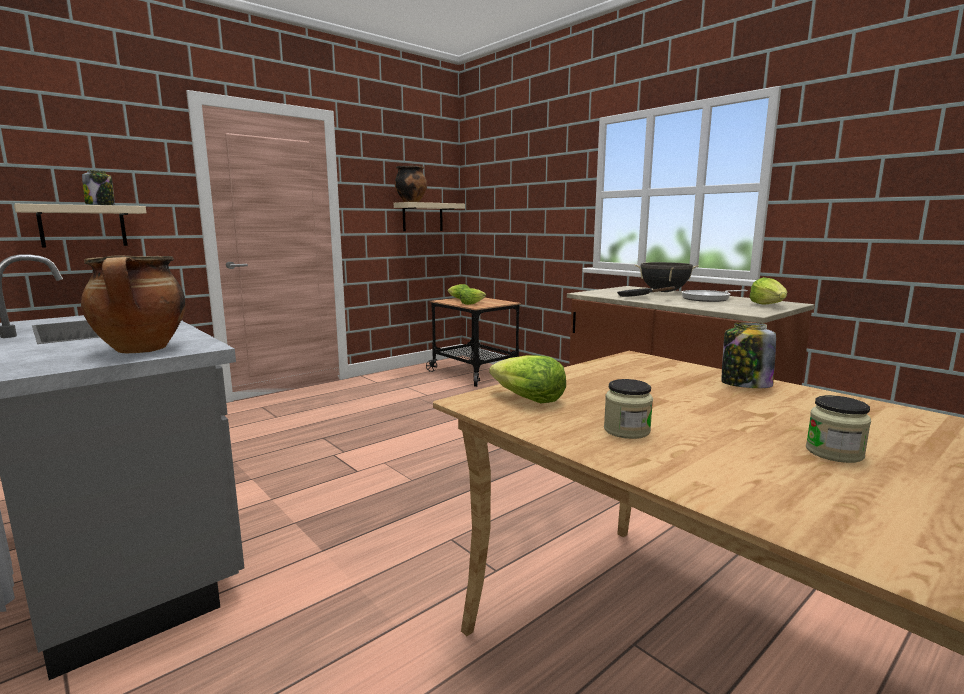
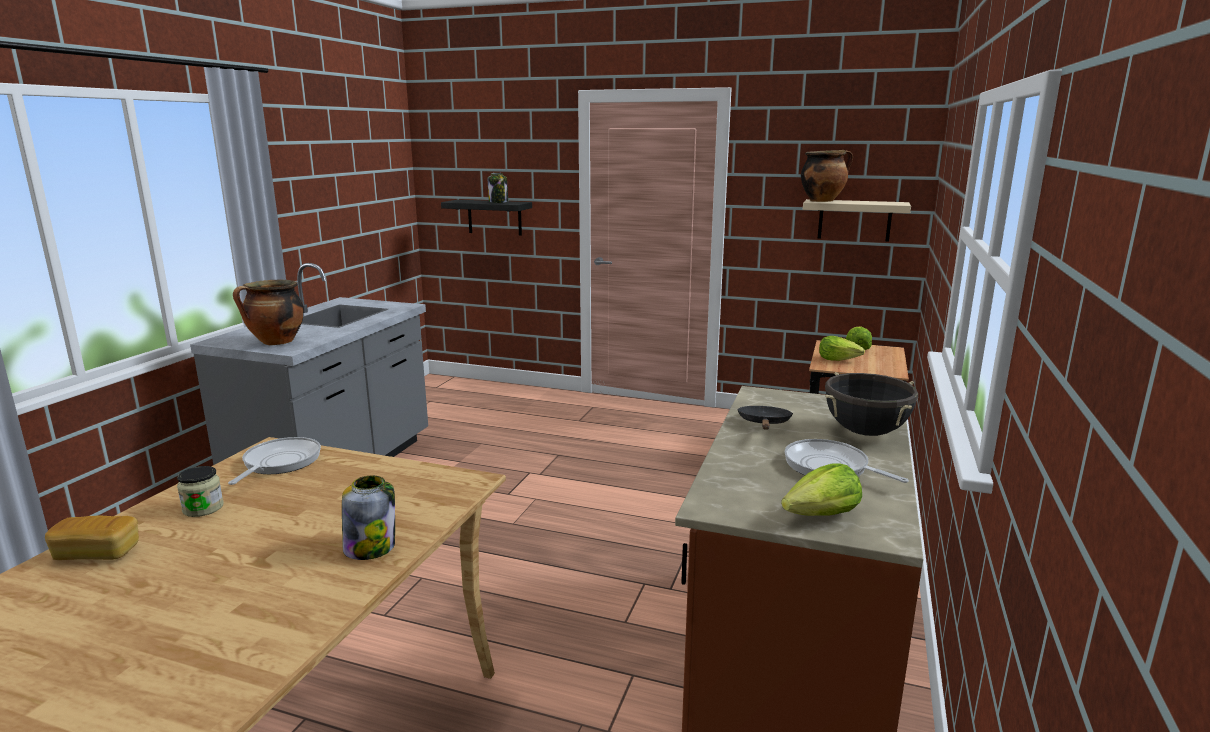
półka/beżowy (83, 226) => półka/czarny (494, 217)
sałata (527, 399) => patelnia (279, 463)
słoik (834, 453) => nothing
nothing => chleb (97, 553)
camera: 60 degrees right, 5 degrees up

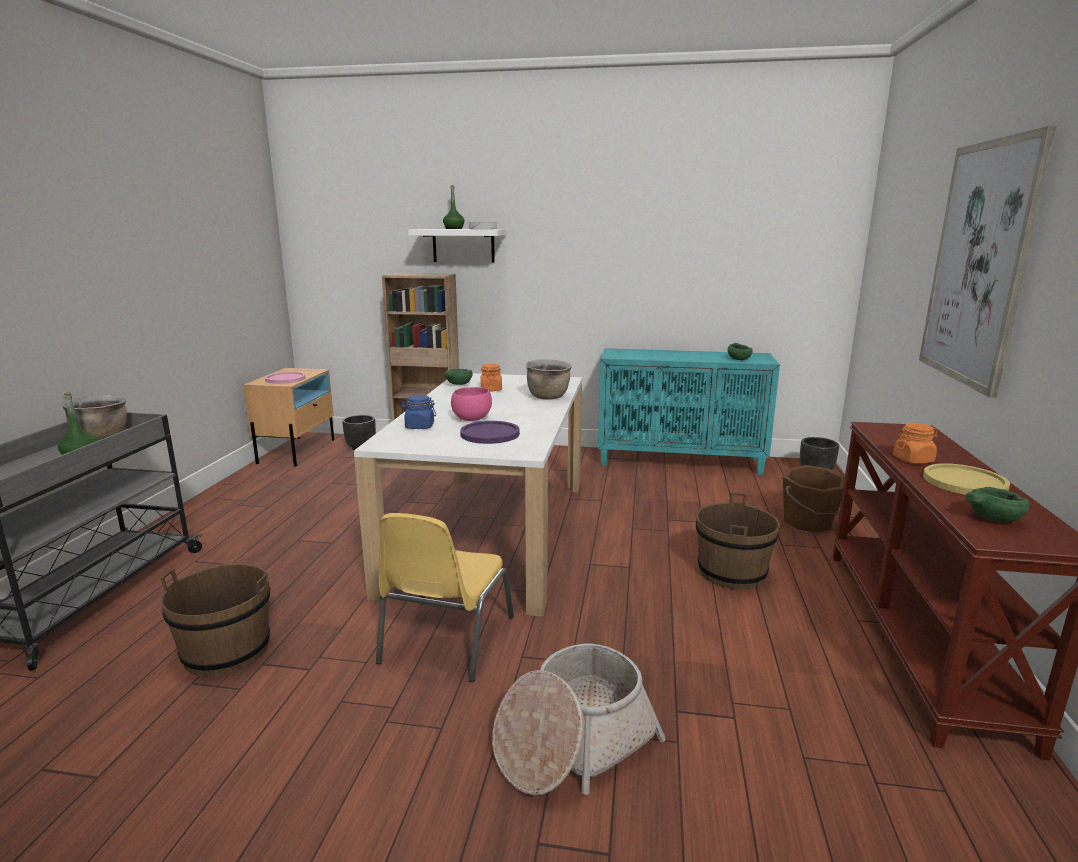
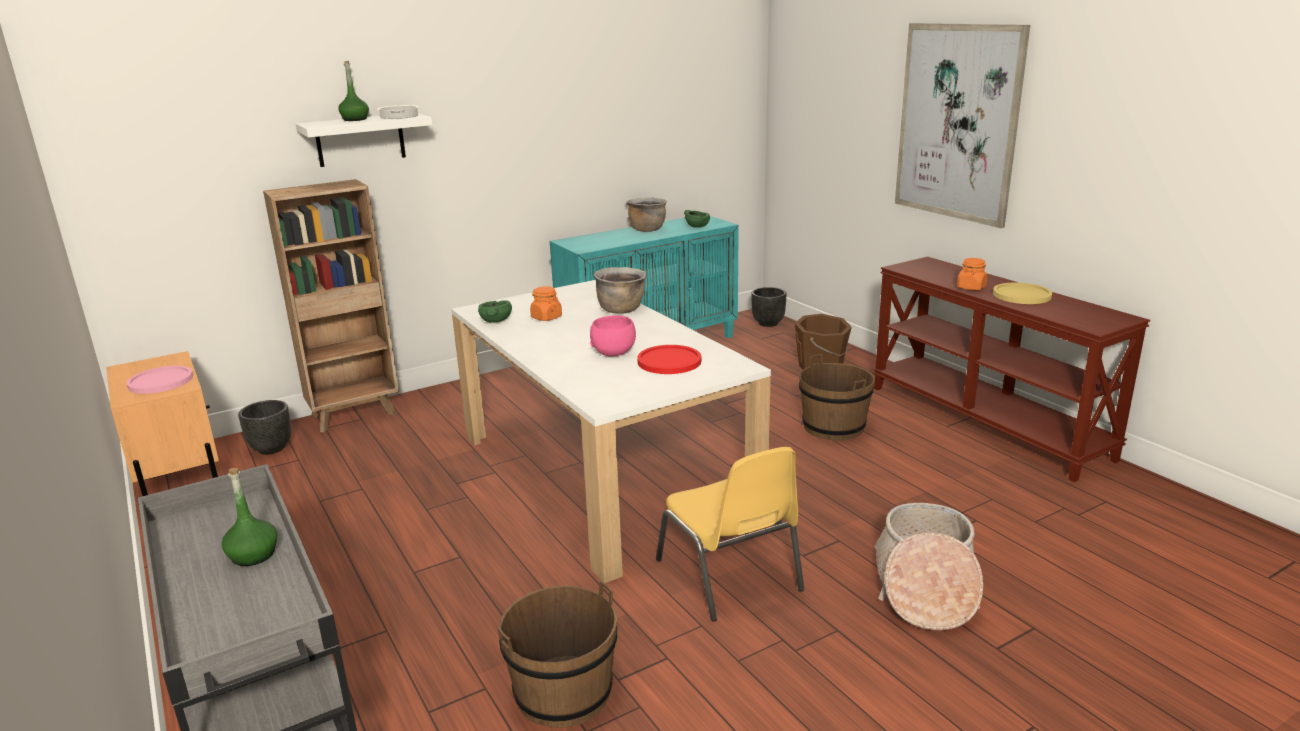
garnek/brązowy (102, 438) => garnek/brązowy (647, 229), relocated
słoik/niebieski (419, 426) => nothing
talerz/fioletowy (490, 434) => talerz/czerwony (669, 361)
miska/zielony (993, 518) => nothing
camera: 40 degrees left, 5 degrees up

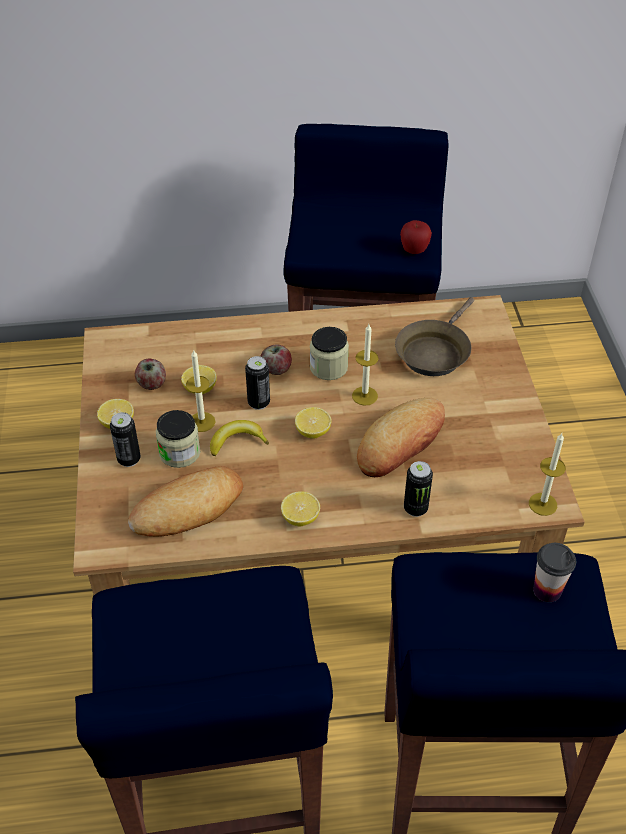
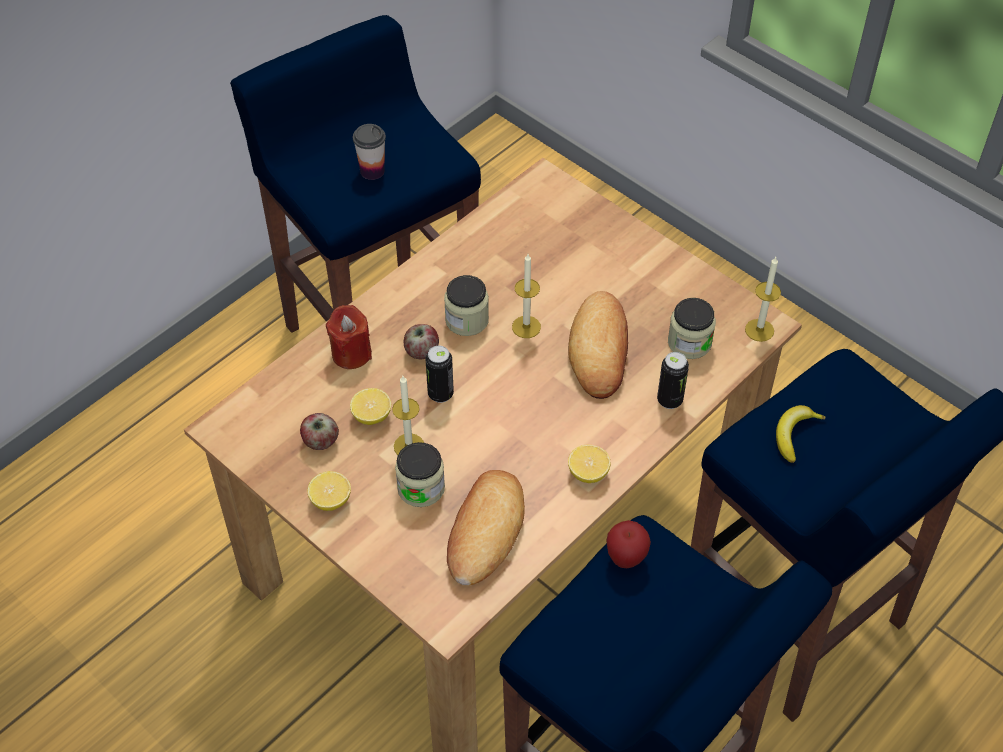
jabłko (414, 251) => jabłko (626, 558), relocated
patelnia/brązowy (434, 352) => nothing
cytryna (313, 432) => nothing
puszka (129, 459) => nothing
banan (237, 441) => banan (794, 435), relocated
filiżanka (547, 590) => filiżanka (372, 171), relocated
nothing => słoik (689, 343)
nothing => świeca/czerwony (351, 353)
camera: 40 degrees left, 5 degrees up

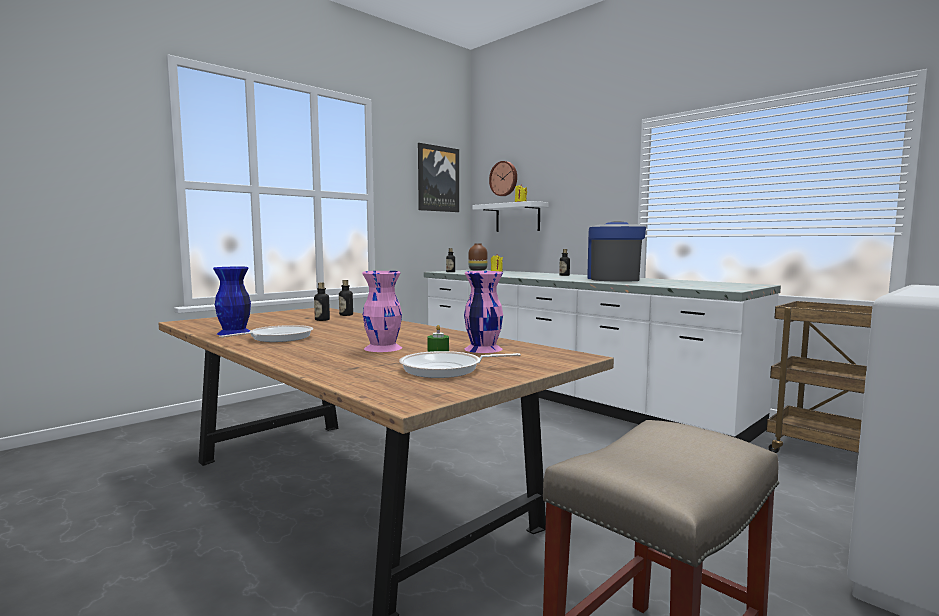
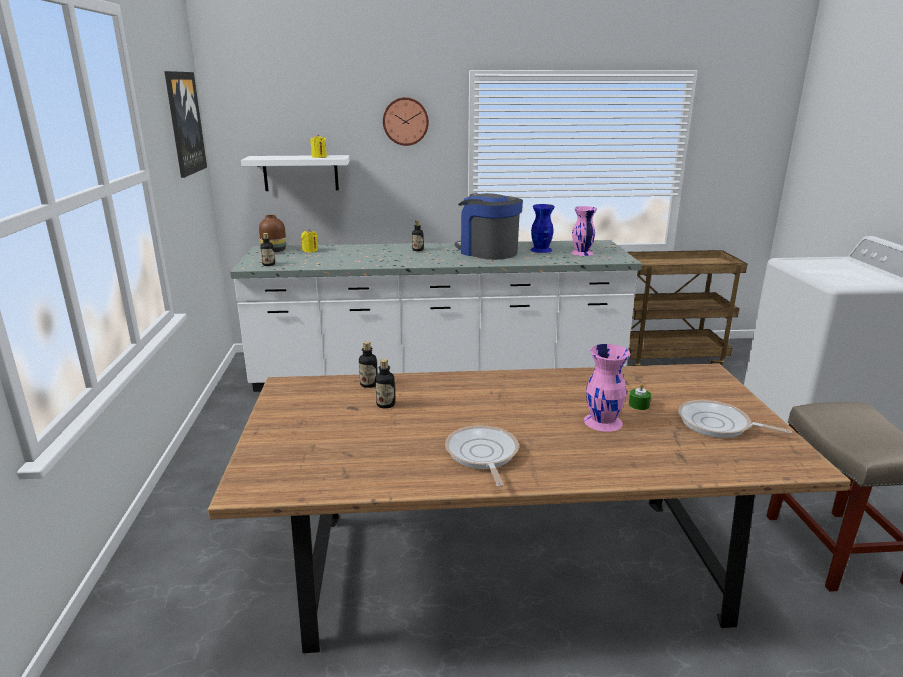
zegar ścienny (504, 178) => zegar ścienny (405, 121), relocated
wazon/niebieski (234, 333) => wazon/niebieski (541, 250), relocated
wazon/różowy (482, 348) => wazon/różowy (581, 253), relocated
patelnia (446, 369) => patelnia (717, 425), 90 degrees clockwise
camera: 50 degrees left, 15 degrees up

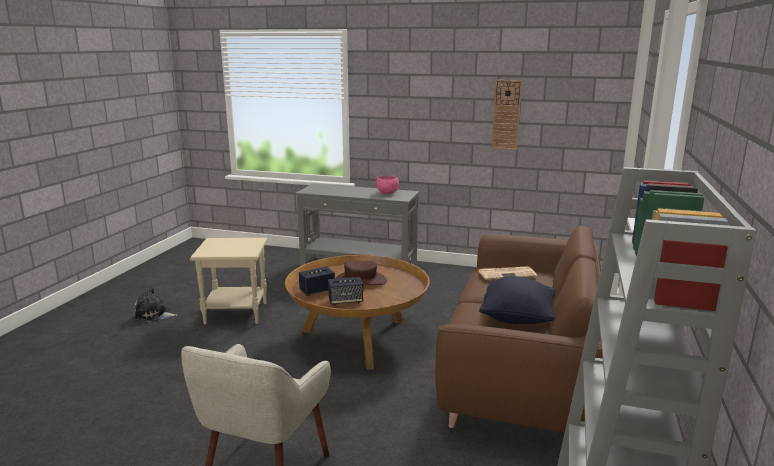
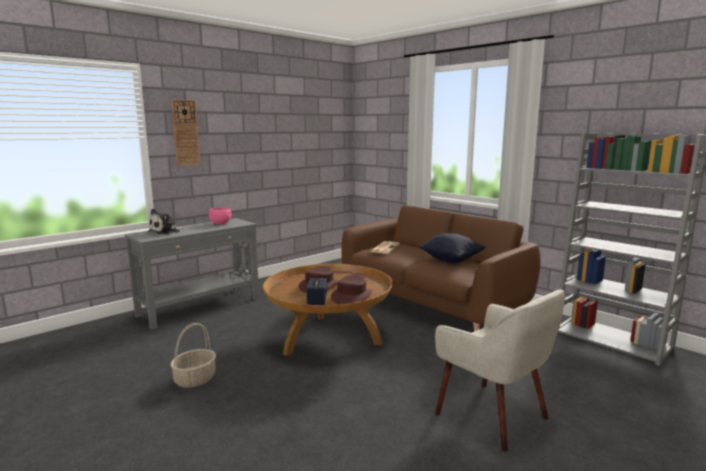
zegar ścienny (506, 115) => zegar ścienny (185, 133), relocated
stolik/beżowy (237, 313) => koszyk (195, 379)
głośnik (345, 301) => kapelusz/brązowy (351, 296)
pluszak (154, 315) => pluszak (166, 231), relocated
camera: 60 degrees left, 5 degrees down

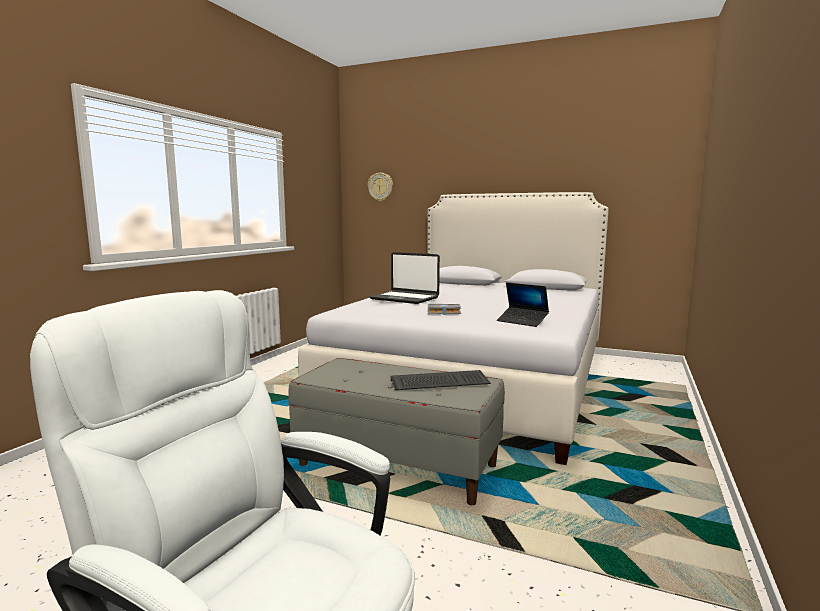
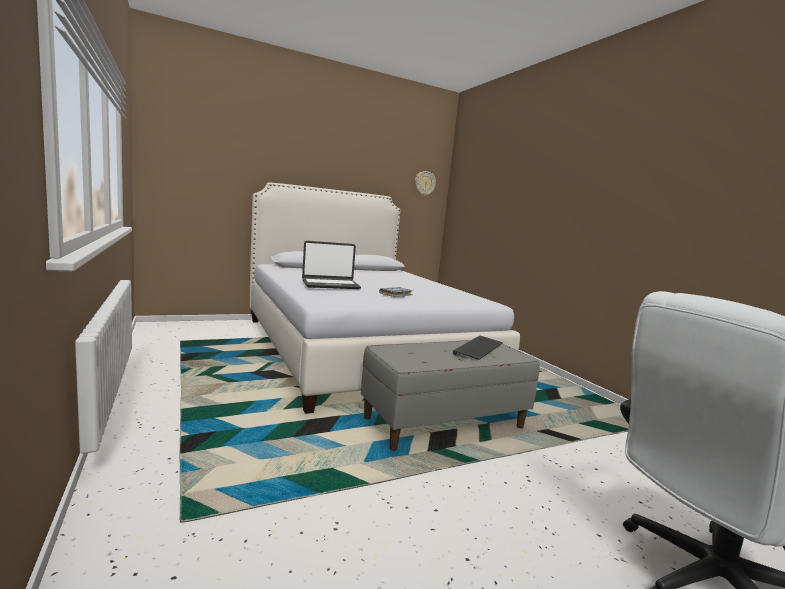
zegar ścienny (380, 187) => zegar ścienny (424, 183), relocated
laptop (522, 321) => nothing
camera: 50 degrees left, 0 degrees up

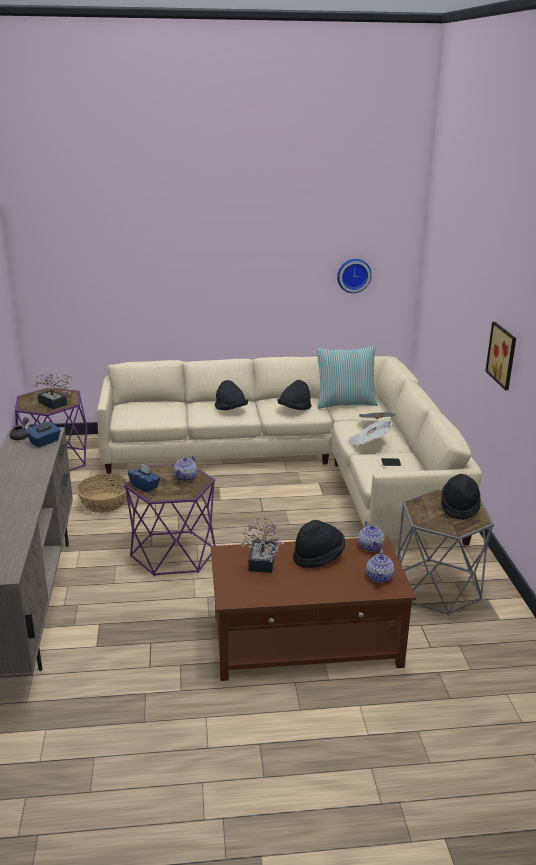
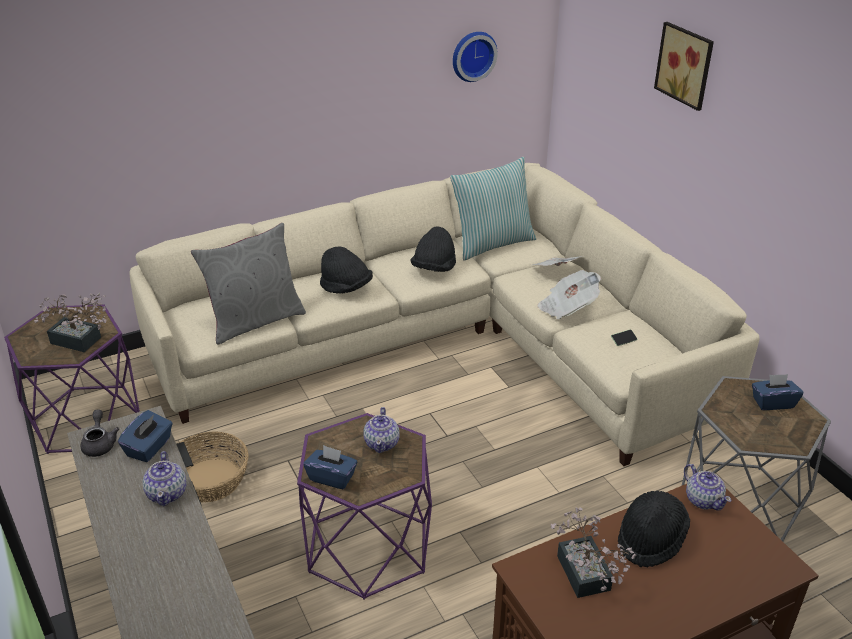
obraz (504, 355) => obraz (686, 65), relocated
kapelusz/czarny (459, 507) => pudełko chusteczek/niebieski (773, 402)
imbryk (379, 577) => imbryk (167, 493), relocated
nothing => poduszka/szary (255, 321)
camera: 20 degrees left, 10 degrees up

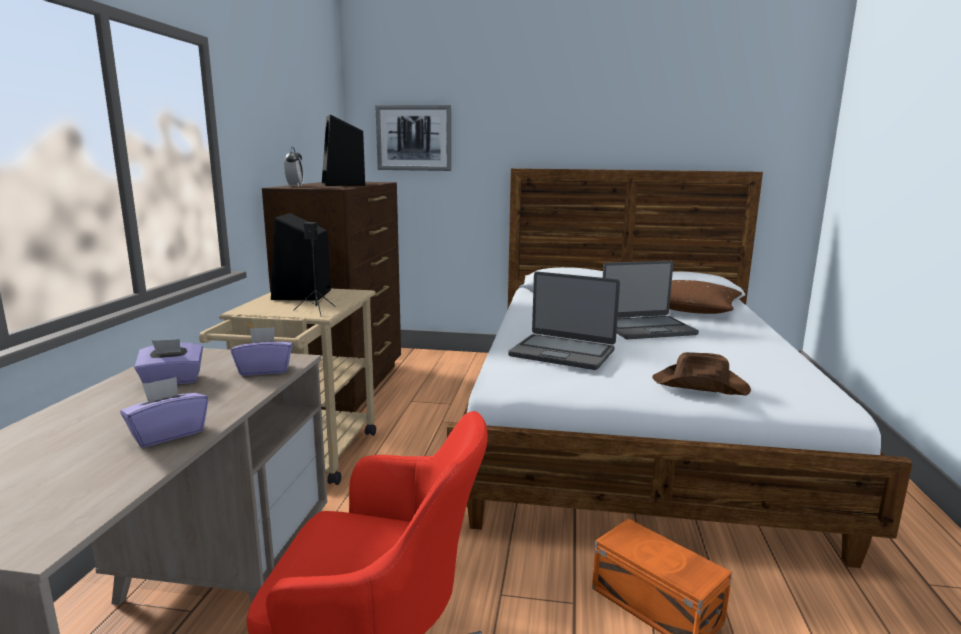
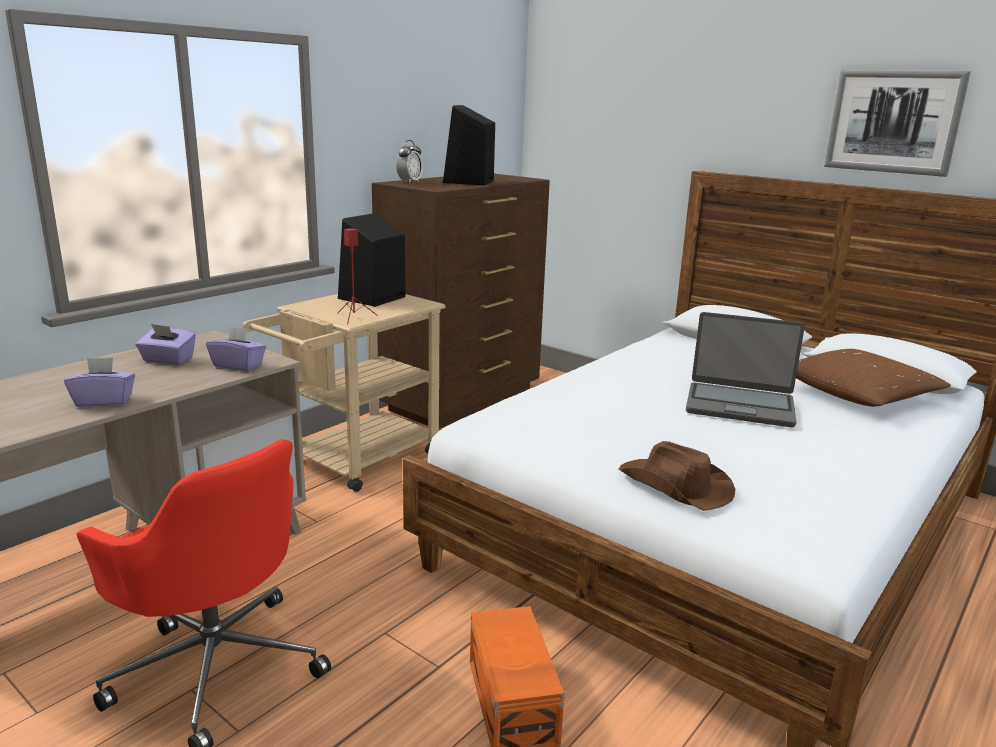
obraz (414, 138) => obraz (893, 122), relocated
głośnik/czarny (317, 310) => głośnik/czerwony (354, 317)
laptop (562, 353) => nothing
camera: 30 degrees right, 5 degrees up

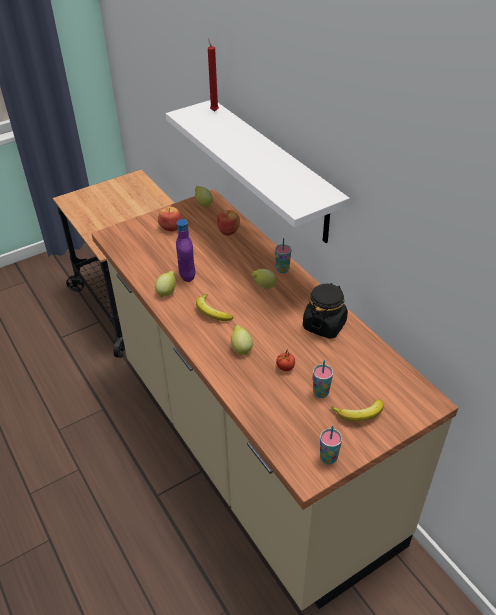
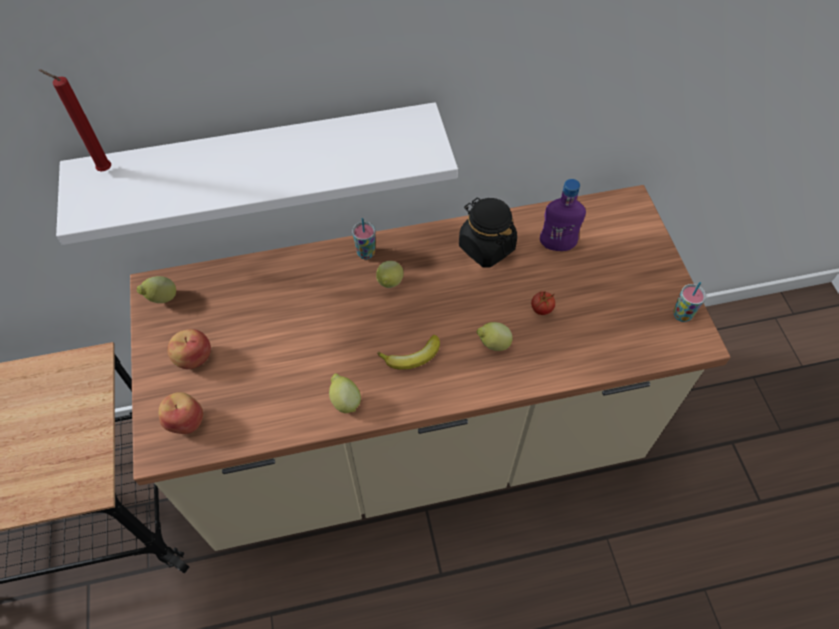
jabłko (229, 231) => jabłko (186, 420), relocated
butelka/fioletowy (187, 276) => butelka/fioletowy (557, 245), relocated
filiżanka (321, 392) => nothing
banan (360, 414) => nothing
camera: 70 degrees left, 15 degrees up

